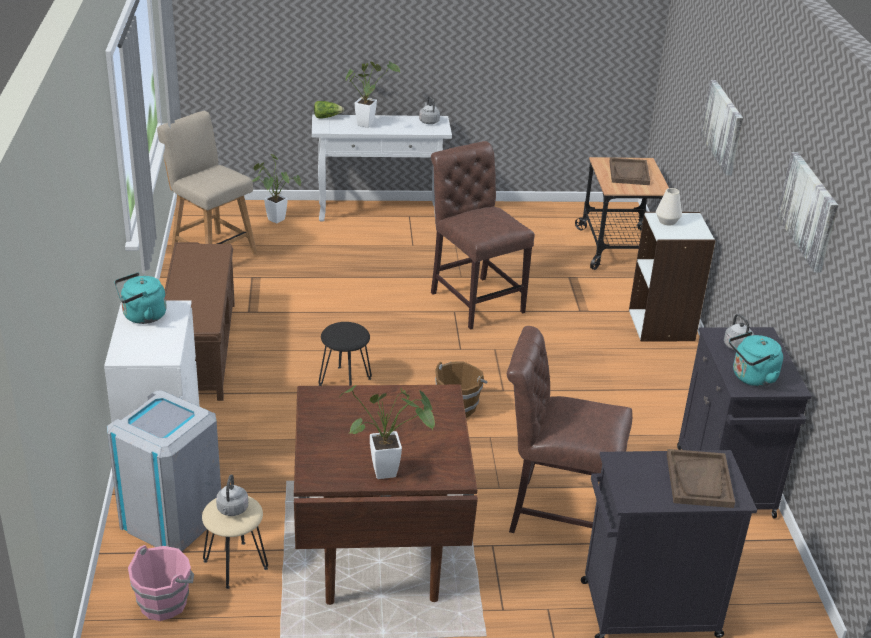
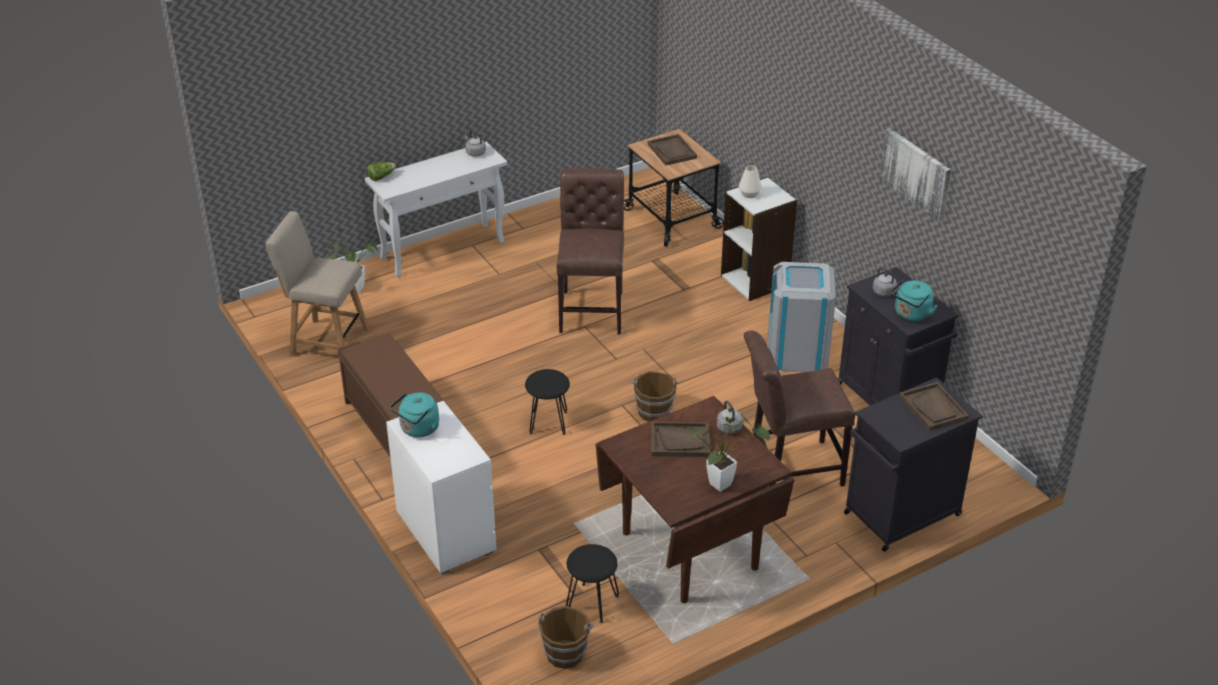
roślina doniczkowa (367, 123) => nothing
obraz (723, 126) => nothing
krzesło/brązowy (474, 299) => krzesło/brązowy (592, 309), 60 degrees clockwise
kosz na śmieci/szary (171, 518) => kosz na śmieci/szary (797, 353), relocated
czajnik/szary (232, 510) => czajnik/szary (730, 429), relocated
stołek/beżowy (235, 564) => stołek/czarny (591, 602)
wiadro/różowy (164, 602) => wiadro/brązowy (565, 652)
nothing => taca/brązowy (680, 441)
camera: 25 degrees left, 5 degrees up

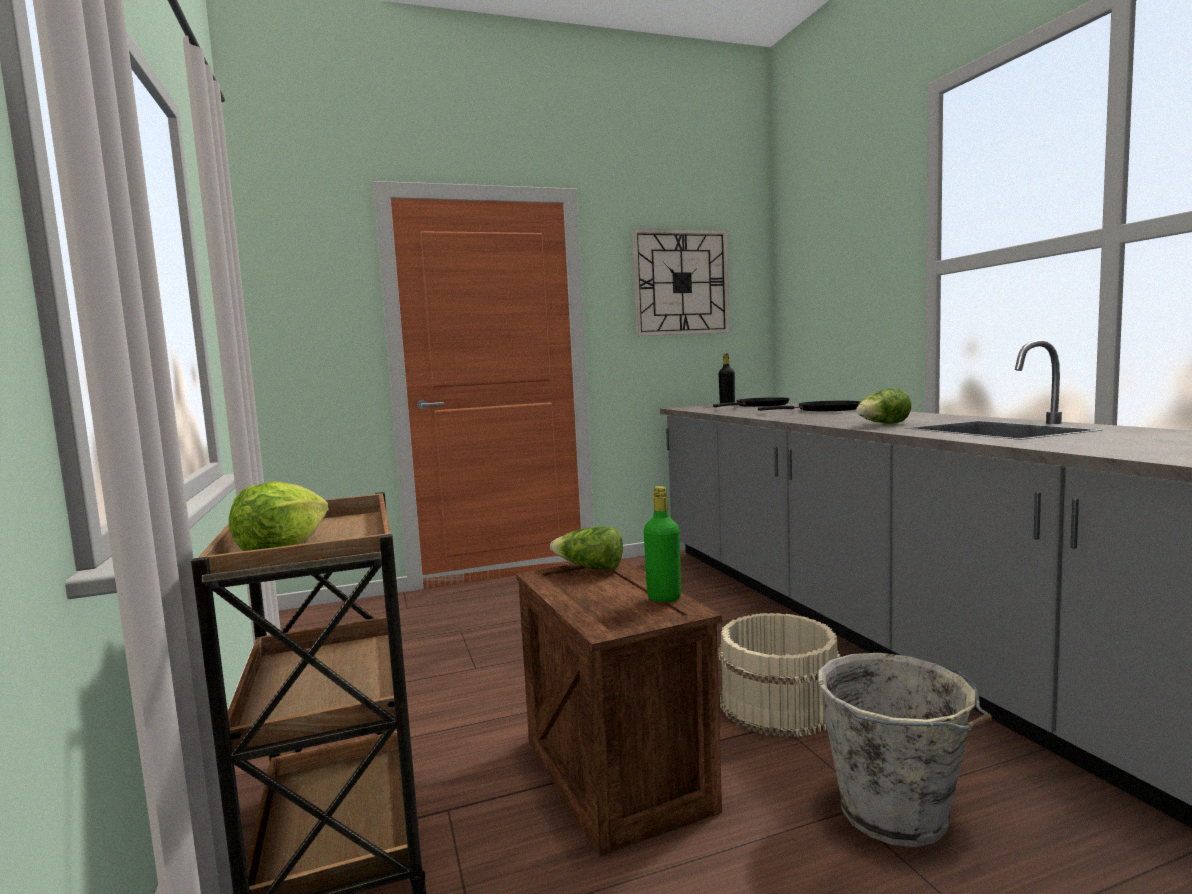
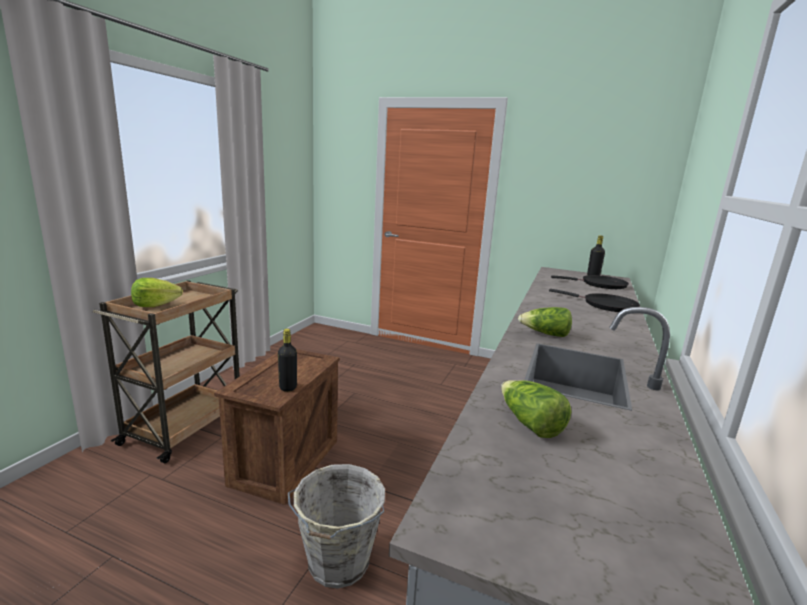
zegar ścienny (681, 283) => nothing
butelka/zielony (664, 598) => butelka/czarny (288, 387)
sałata (590, 568) => sałata (529, 424), relocated
wiadro/beżowy (777, 704) => nothing
camera: 40 degrees right, 10 degrees up

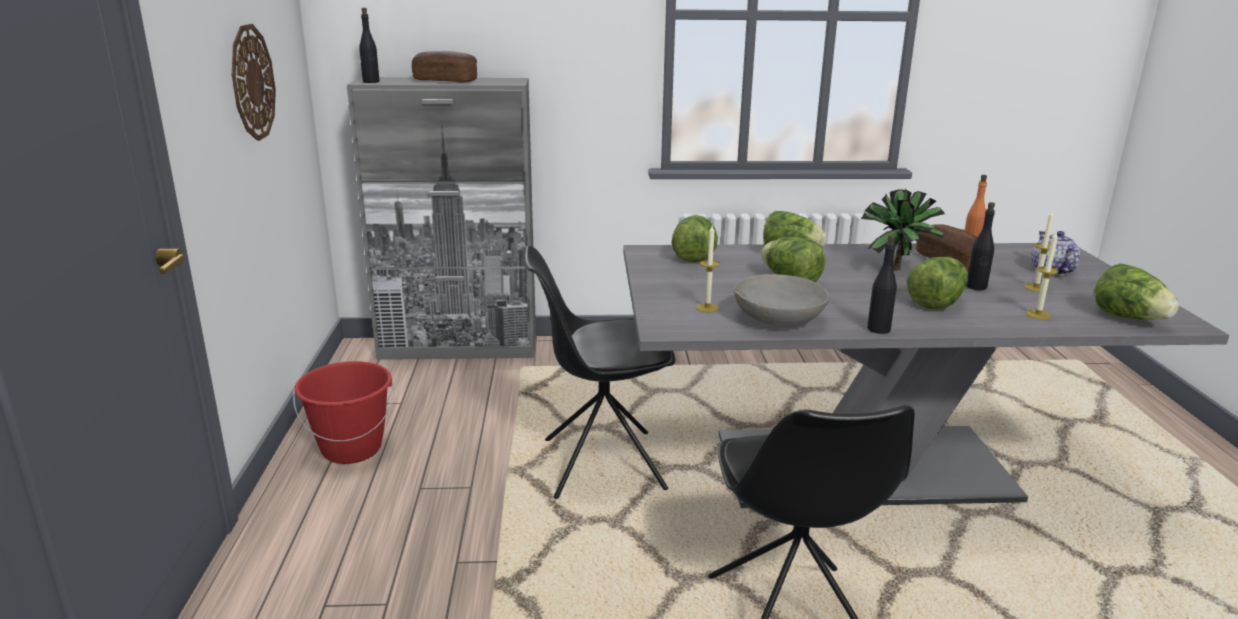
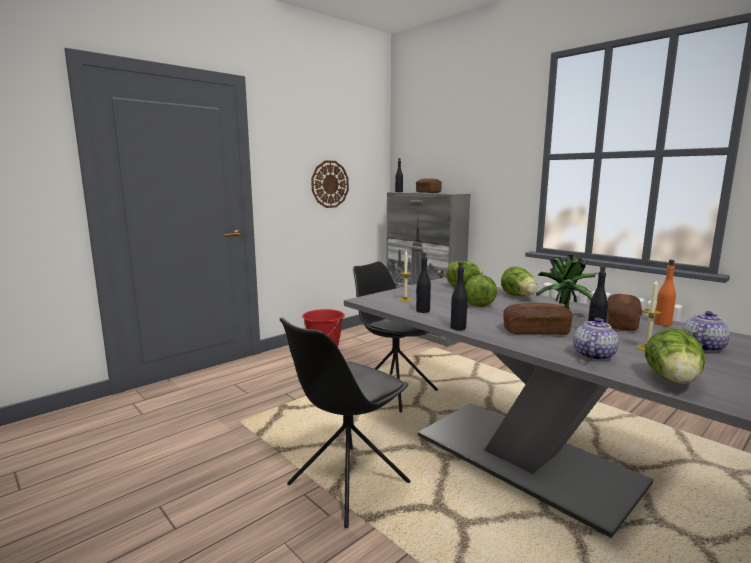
świeca (1038, 314) => imbryk (593, 355)
sałata (936, 303) => chleb (536, 331)
miska/szary (779, 319) => butelka/czarny (422, 311)
camera: 50 degrees right, 10 degrees down

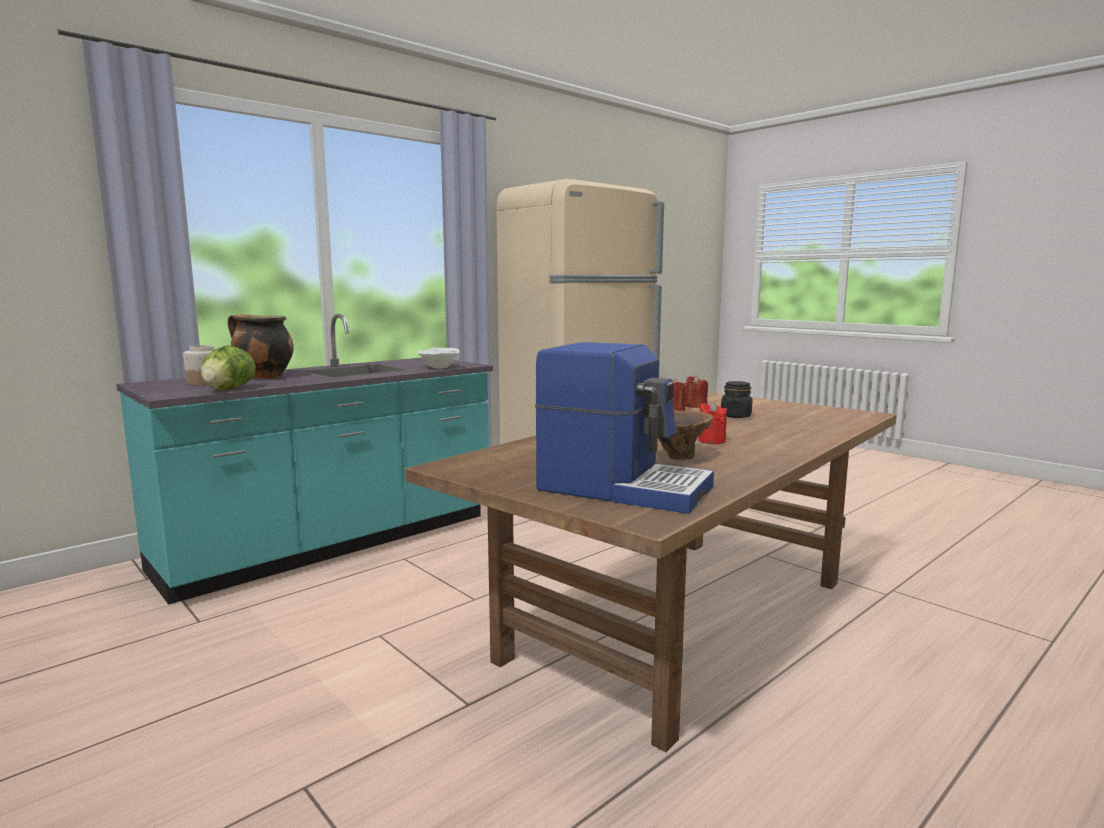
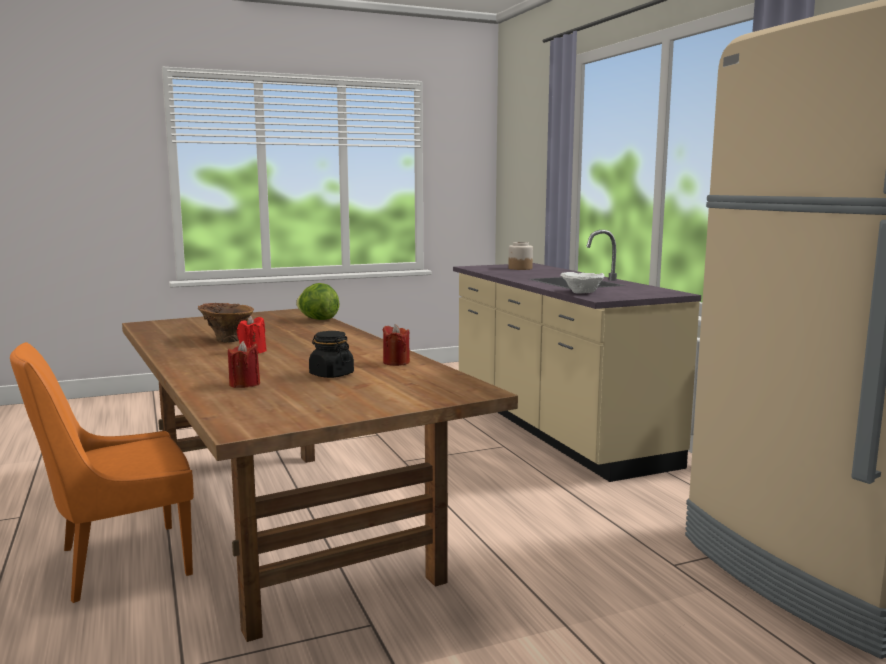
zabudowa kuchenna/turkusowy (334, 543) => zabudowa kuchenna/beżowy (554, 428)
garnek (263, 377) => nothing
ekspres do kawy (623, 487) => nothing
sałata (228, 389) => sałata (318, 319), relocated
świeca/czerwony (695, 406) => świeca/czerwony (244, 384), relocated
nothing => krzesło/pomarańczowy (119, 563)
camera: 110 degrees right, 0 degrees up

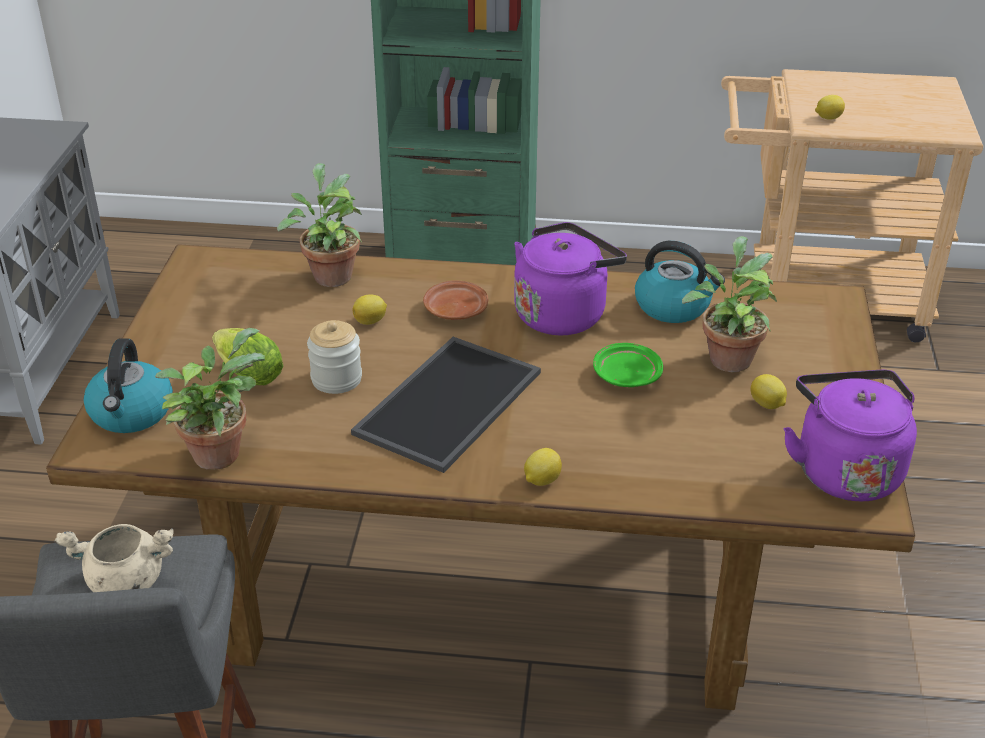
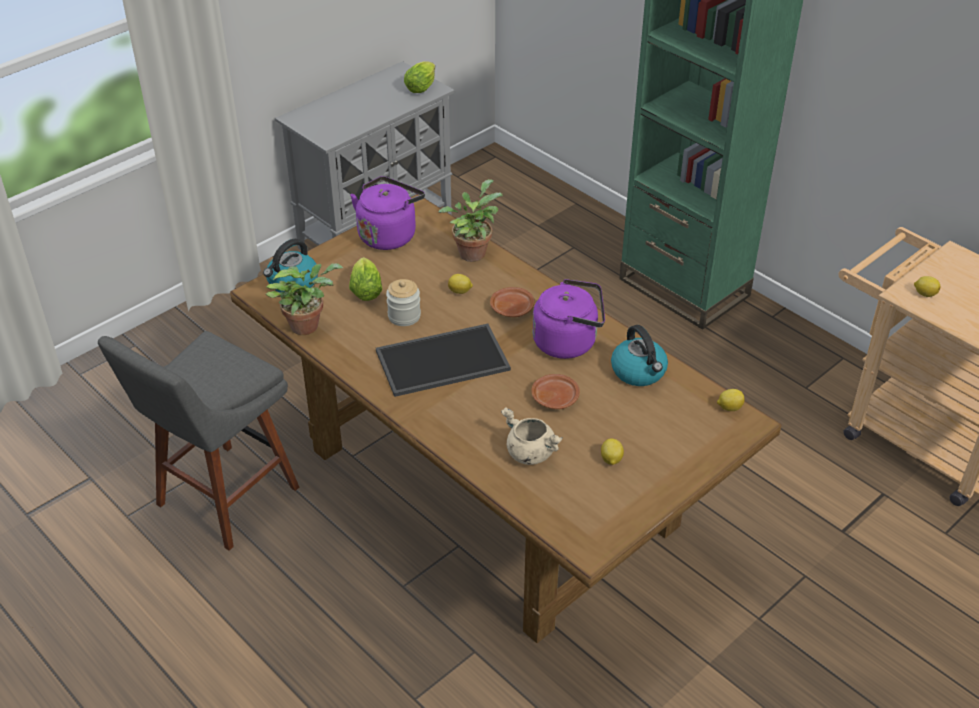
roślina doniczkowa (727, 356) => nothing
talerz/zielony (626, 375) => talerz/brązowy (555, 398)
czajnik/fioletowy (844, 469) => czajnik/fioletowy (389, 234), relocated
cytryna (541, 480) => cytryna (729, 407), relocated
garnek/beżowy (124, 582) => garnek/beżowy (529, 453), relocated
nothing => sałata (422, 87)
camera: 40 degrees right, 5 degrees up

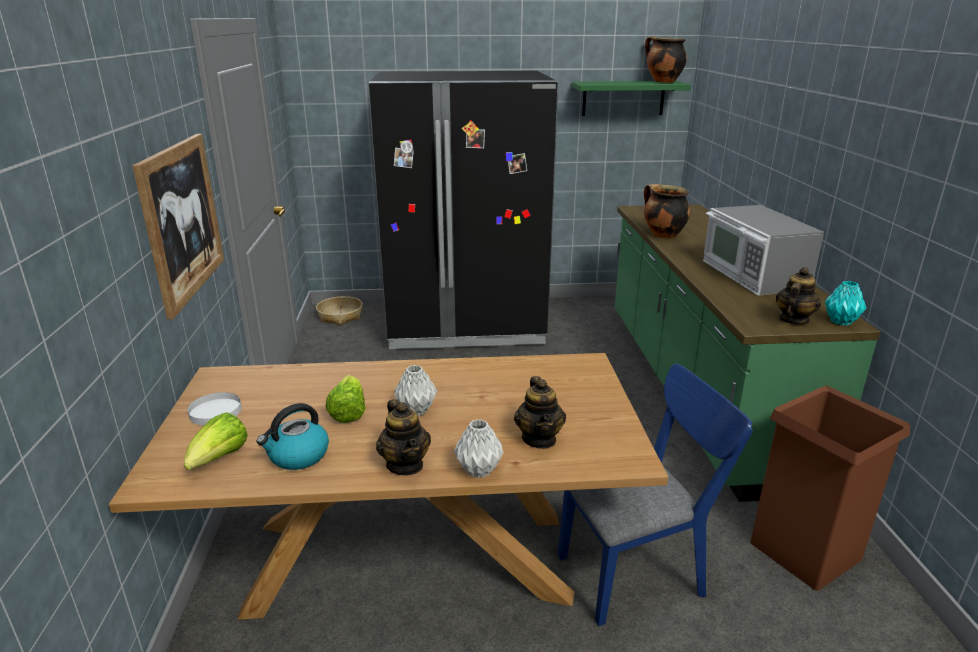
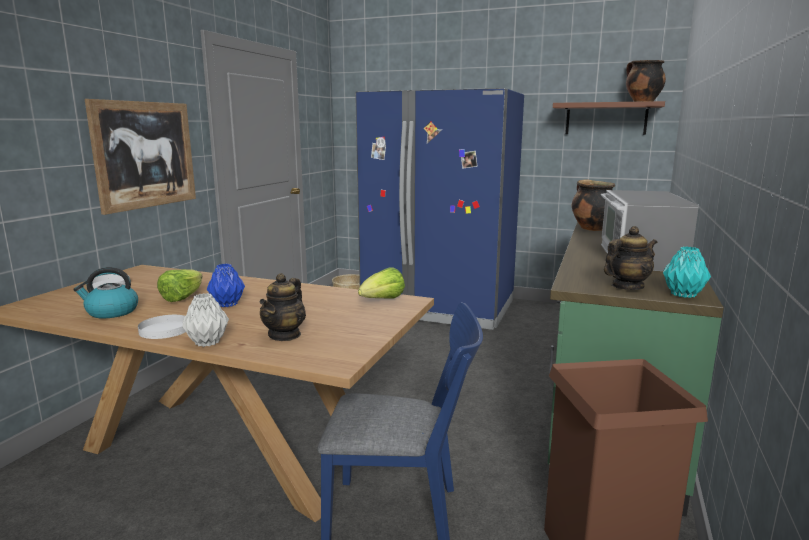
lodówka/czarny (465, 324) => lodówka/niebieski (439, 307)
półka/zielony (623, 98) => półka/brązowy (606, 119)
wazon/szary (415, 410) => wazon/niebieski (227, 304)
imbryk (405, 465) => talerz/biały (165, 329)
sałata (219, 459) => sałata (382, 300), relocated
camera: 25 degrees right, 10 degrees down

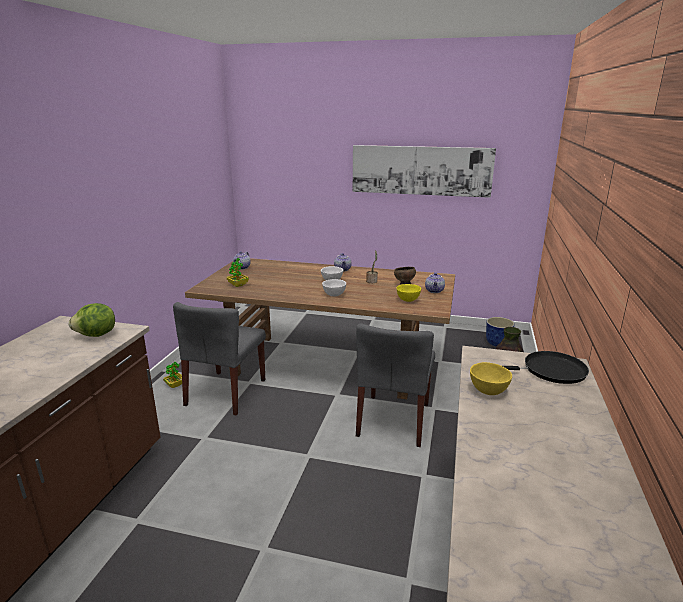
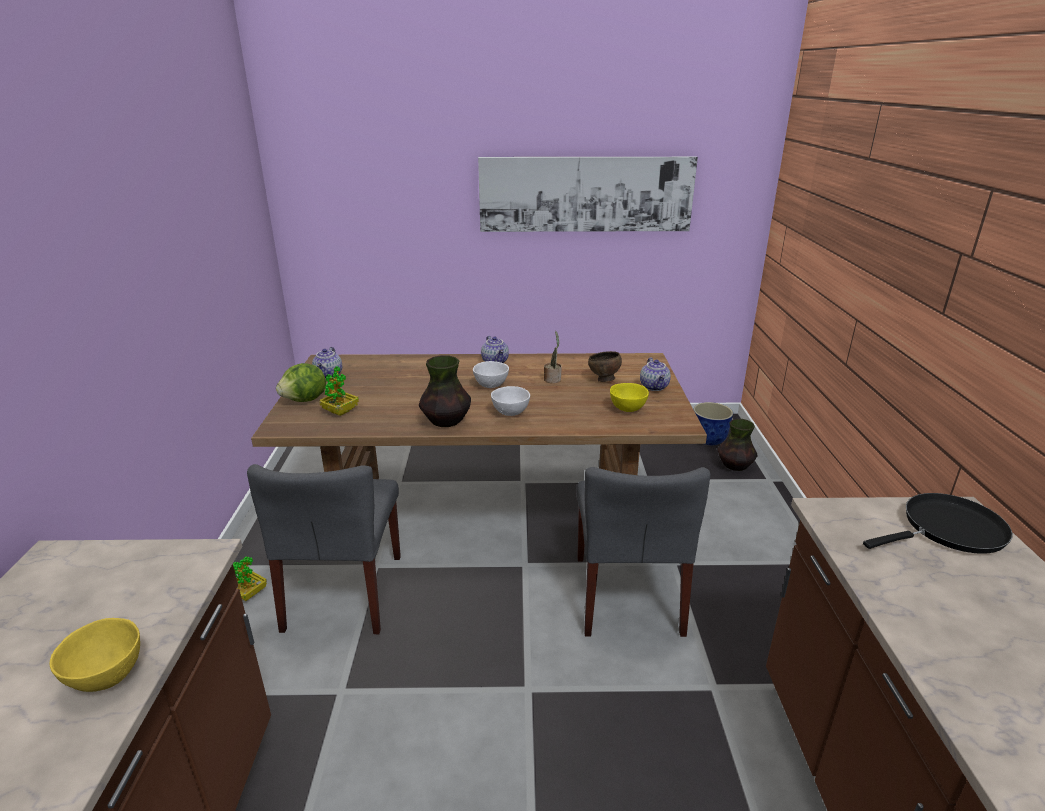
sałata (96, 335) => sałata (305, 400), relocated
miska/żółty (488, 390) => miska/żółty (107, 675), relocated
nothing => wazon (446, 422)
camera: 15 degrees left, 5 degrees up

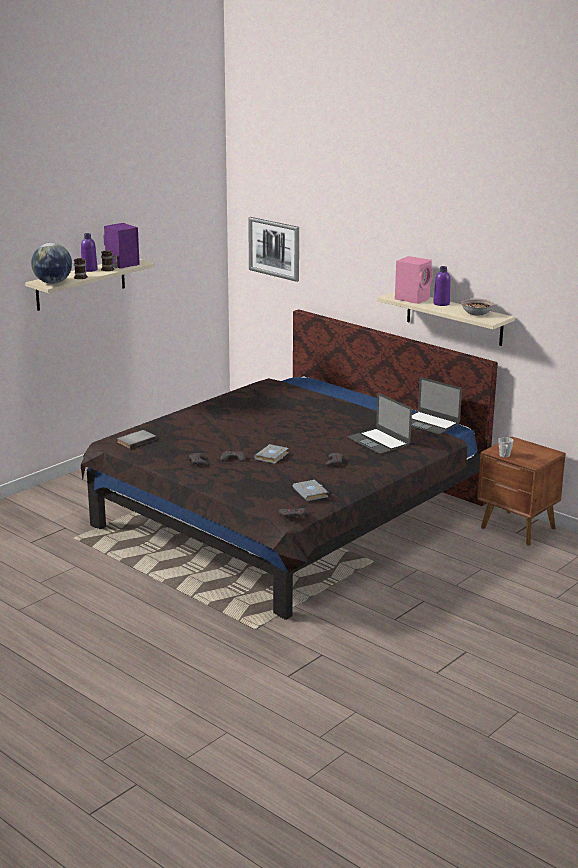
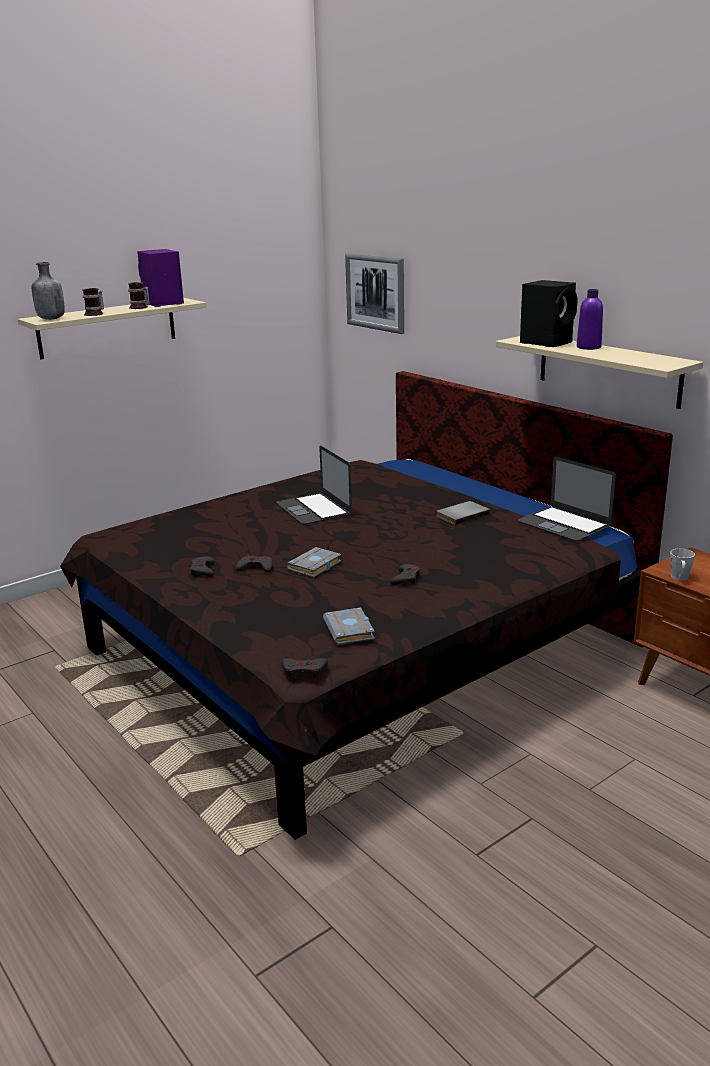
butelka/fioletowy (89, 270) => nothing
globus (52, 283) => butelka/szary (50, 319)
głośnik/różowy (413, 299) => głośnik/czarny (547, 342)
miska (476, 313) => nothing
laptop (378, 441) => laptop (314, 509), relocated
książka/szary (136, 440) => książka/szary (461, 514), relocated
camera: 10 degrees right, 0 degrees up

